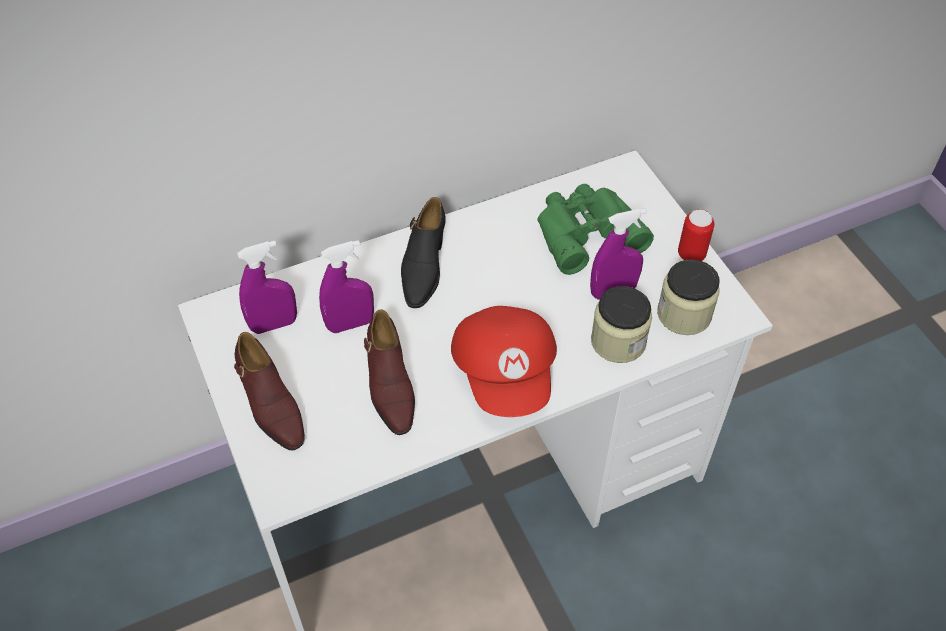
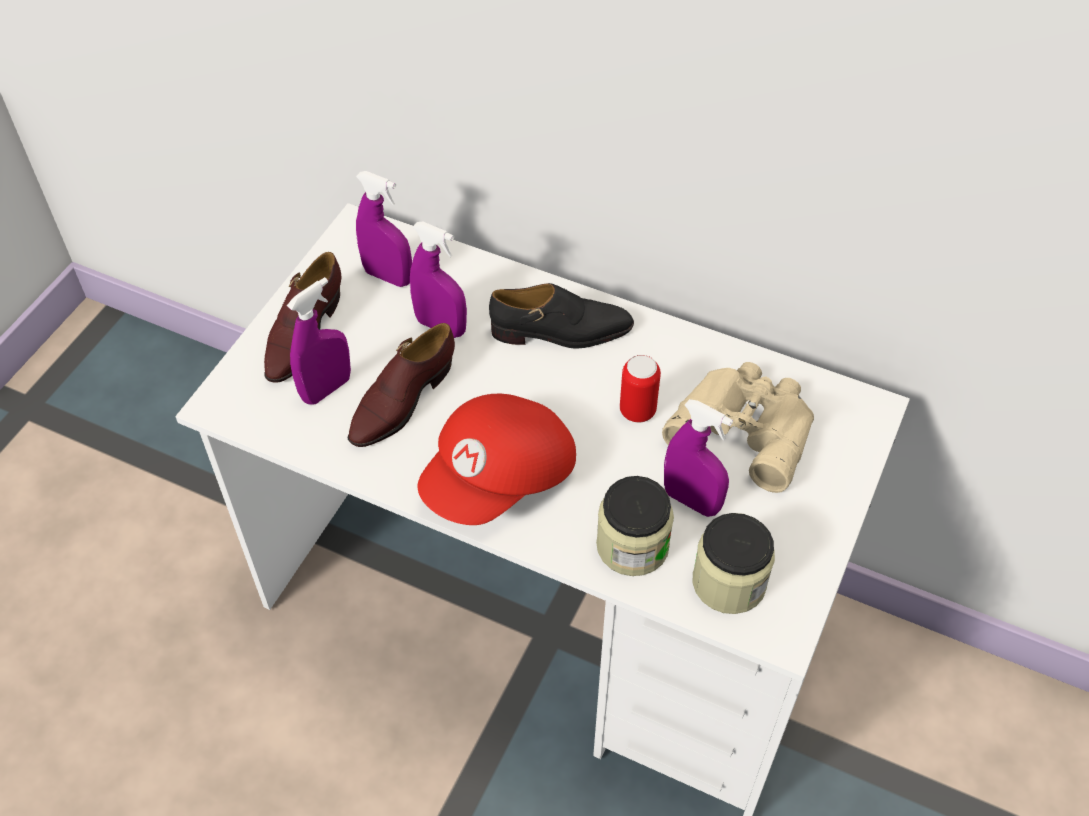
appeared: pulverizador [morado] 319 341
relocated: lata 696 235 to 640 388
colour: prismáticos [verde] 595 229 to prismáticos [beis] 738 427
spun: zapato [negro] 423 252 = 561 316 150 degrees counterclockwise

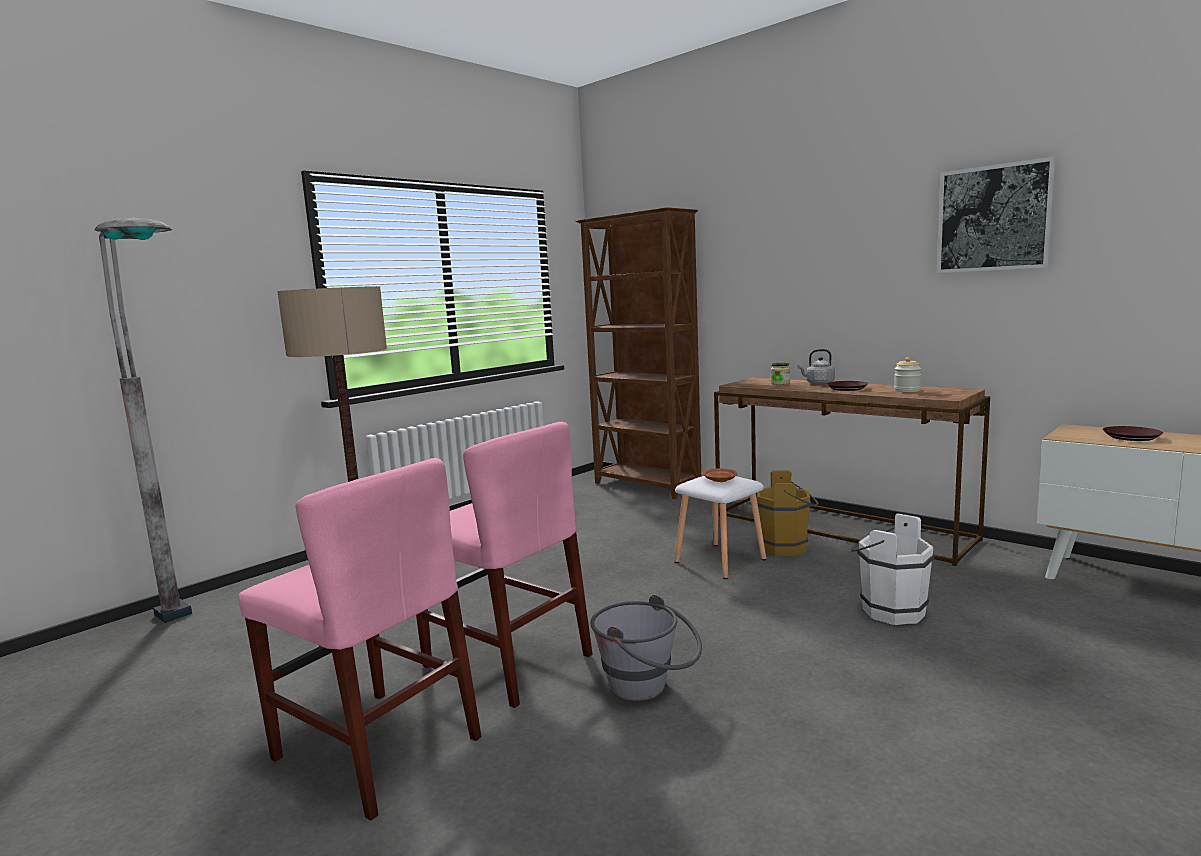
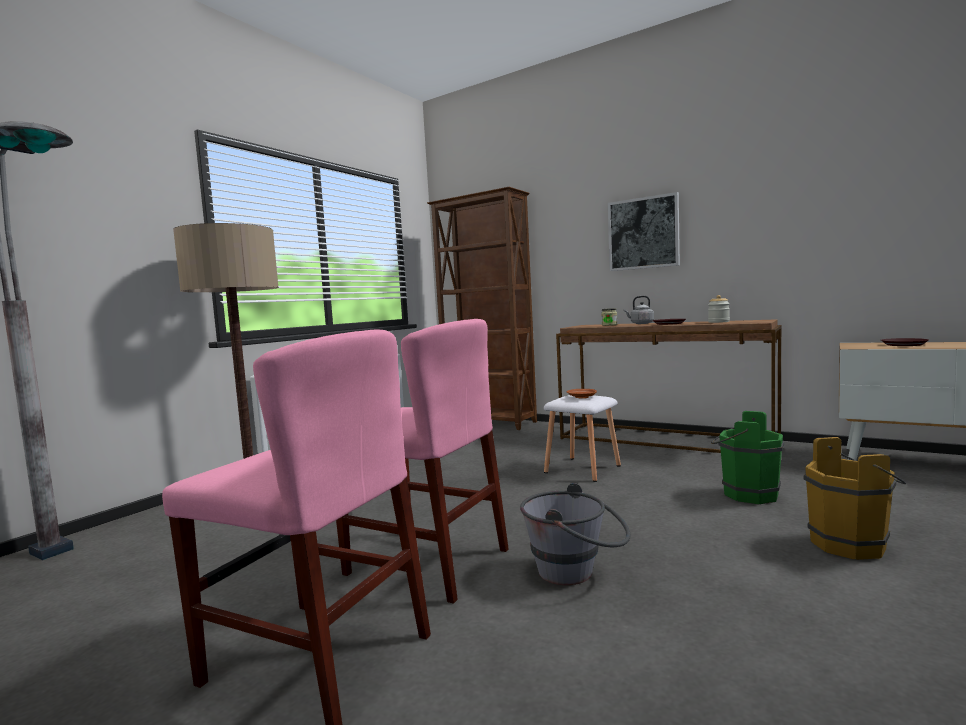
relocated: cubo [marrón] 787 513 to 855 498; cuadro 997 214 to 644 231
colour: cubo [blanco] 892 569 to cubo [verde] 747 457

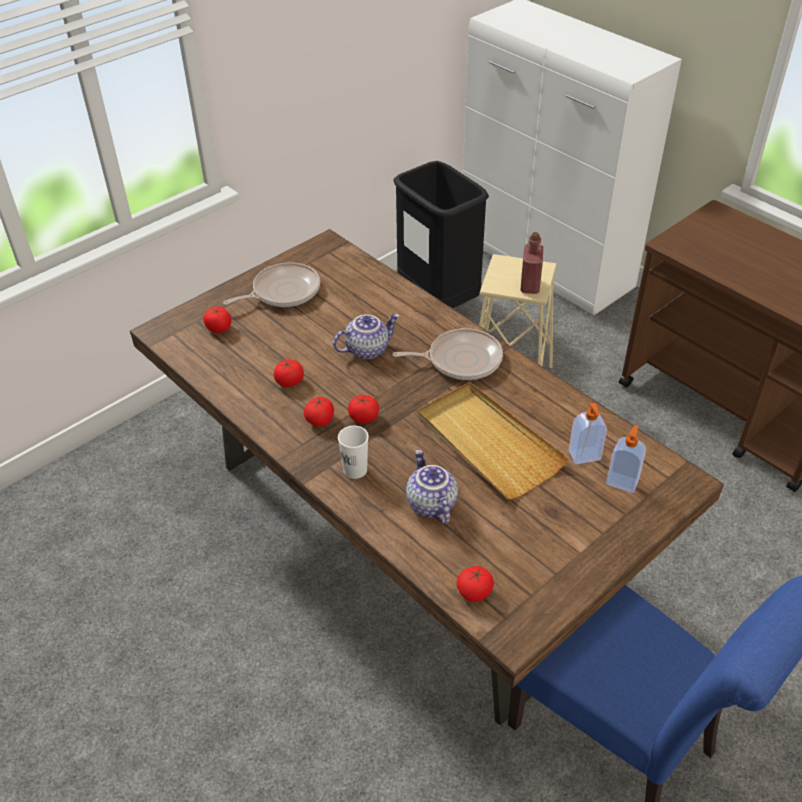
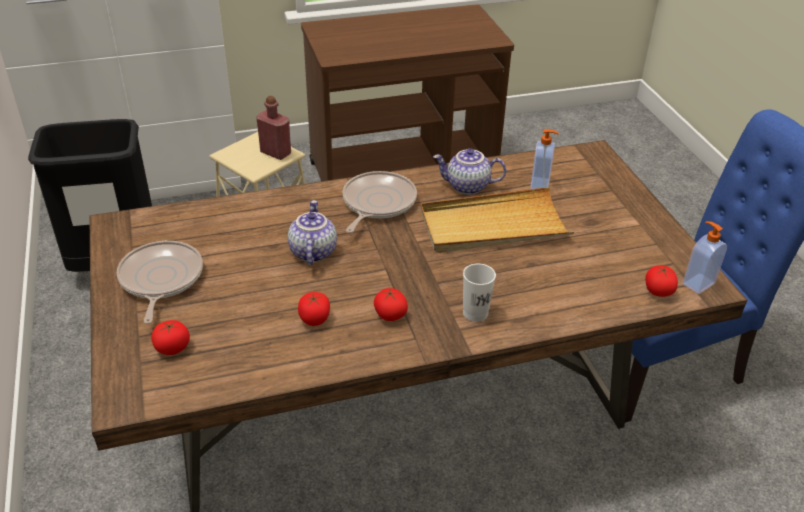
missing: tomate 363 409
relocated: tetera 432 486 to 469 171; dispensador de jabón 626 459 to 705 257

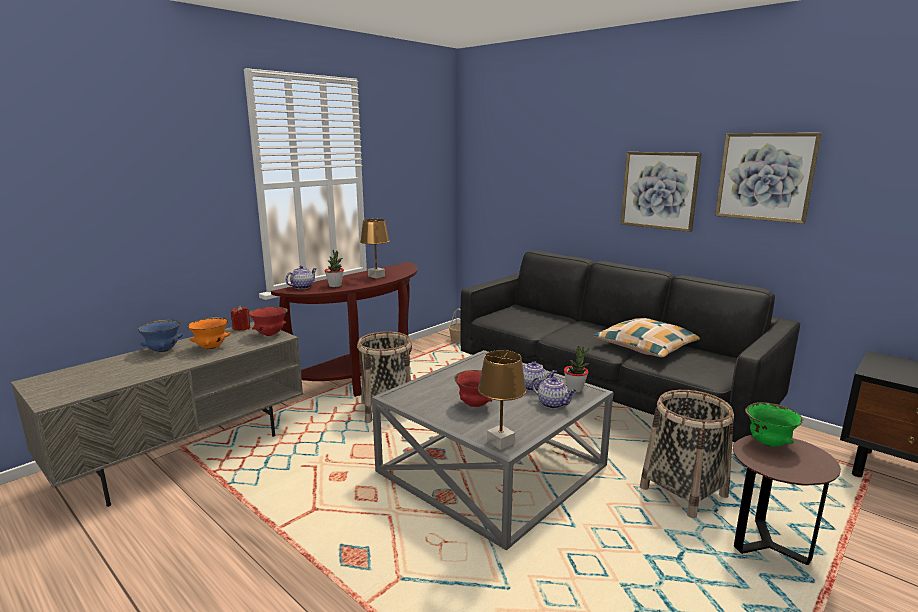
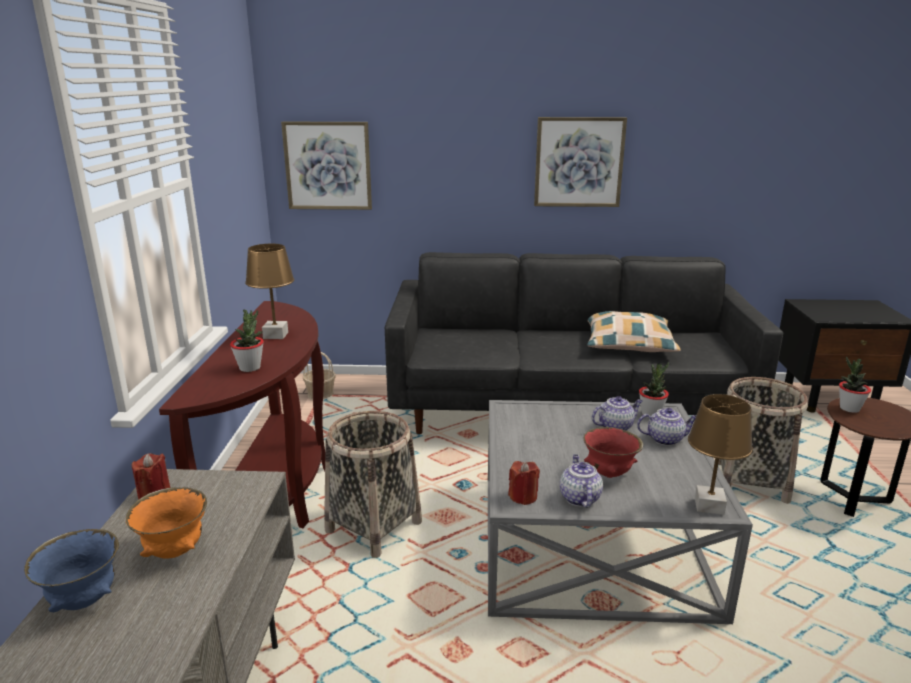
missing: cuenco [rojo] 268 321
appeared: vela [rojo] 524 483
relocated: tetera 301 277 to 581 481; cuadro 768 178 to 326 166
exchanged: cuenco [verde] 774 424 to planta en maceta 855 385

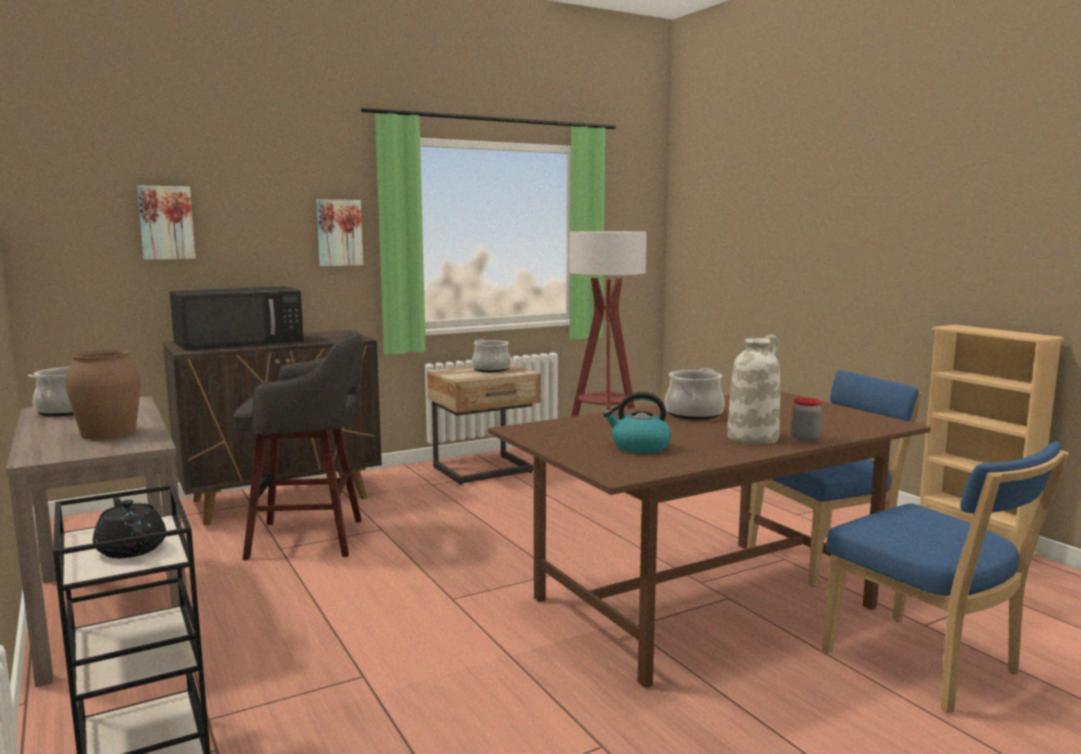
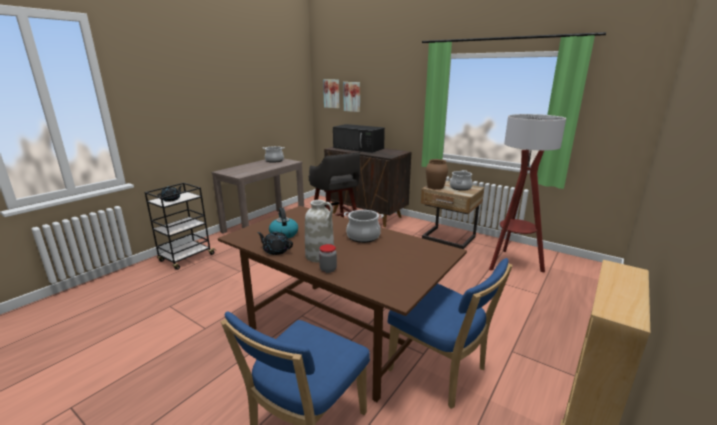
appeared: tetera [negro] 275 243
relocated: florero [marrón] 103 394 to 437 174; cuadro 340 232 to 331 93

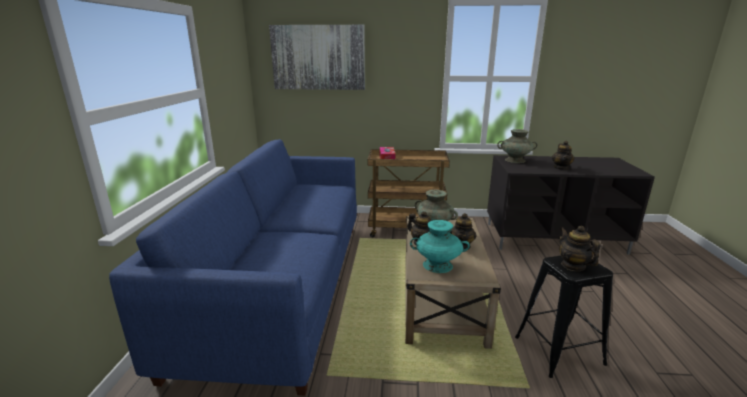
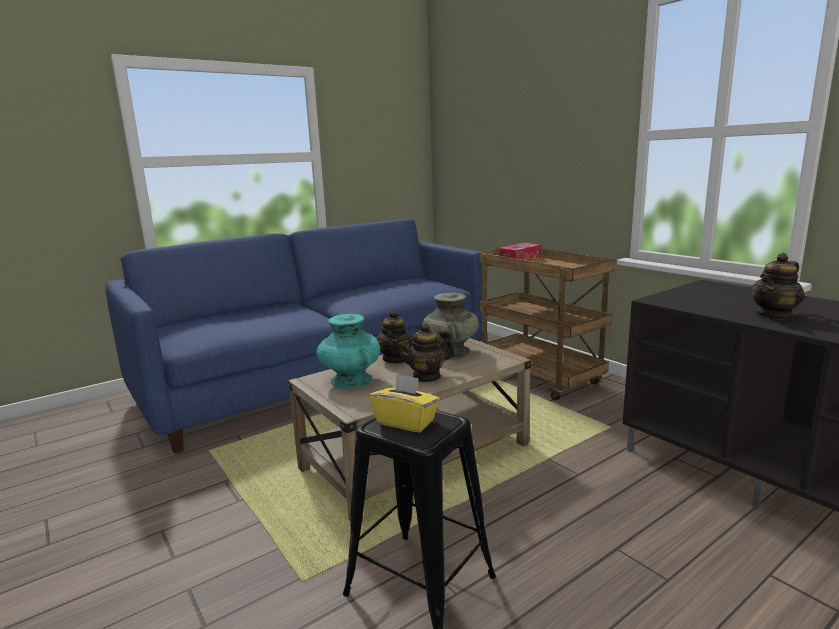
missing: cuadro 317 57; florero [turquesa] 517 146
exchanged: tetera 580 248 to caja de pañuelos [amarillo] 404 403

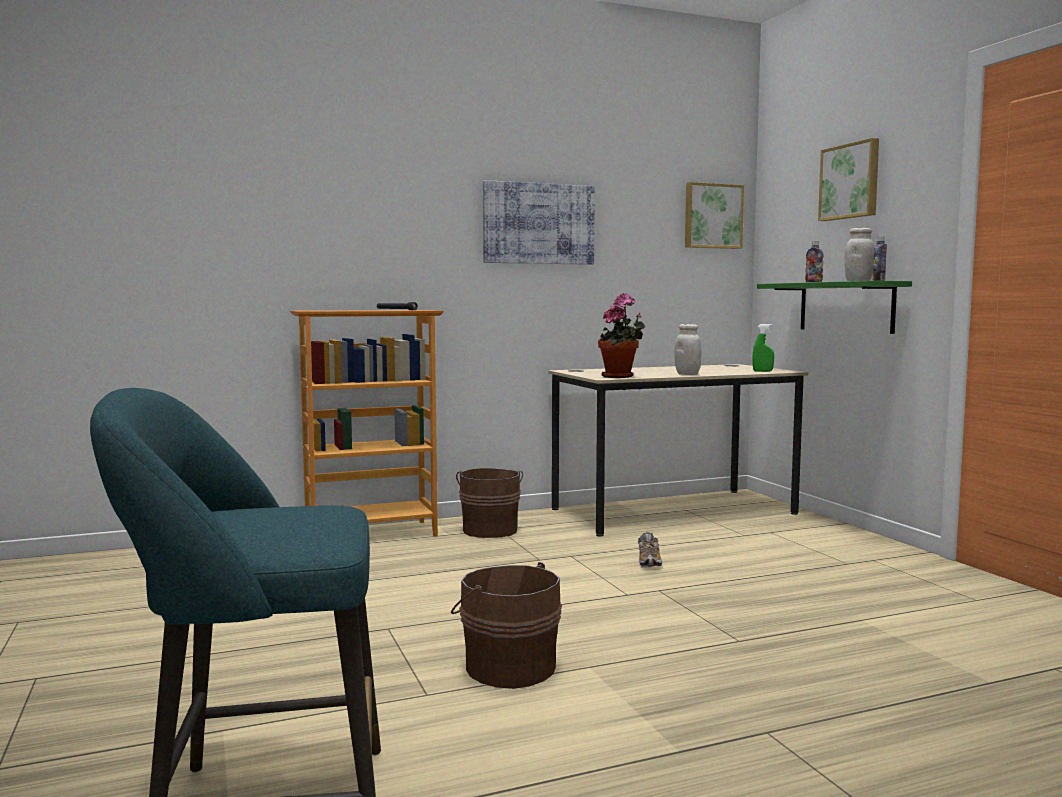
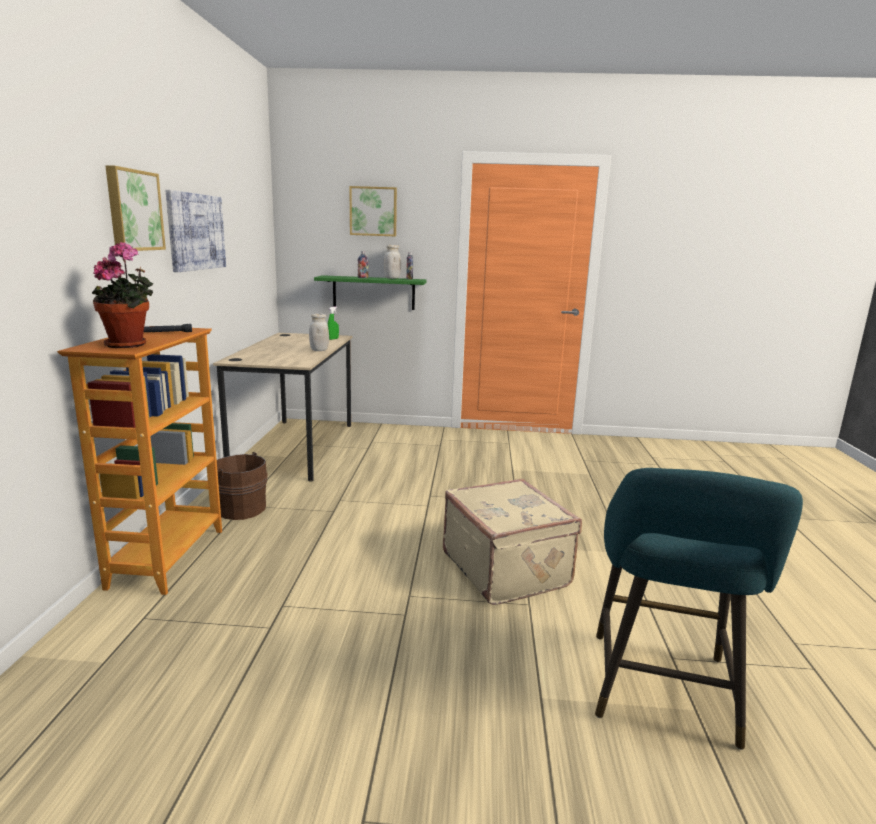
missing: zapato 650 550
relocated: planta en maceta 621 335 to 123 295; cuadro 714 215 to 135 208
exchanged: cubo [marrón] 506 625 to maleta [beis] 512 542

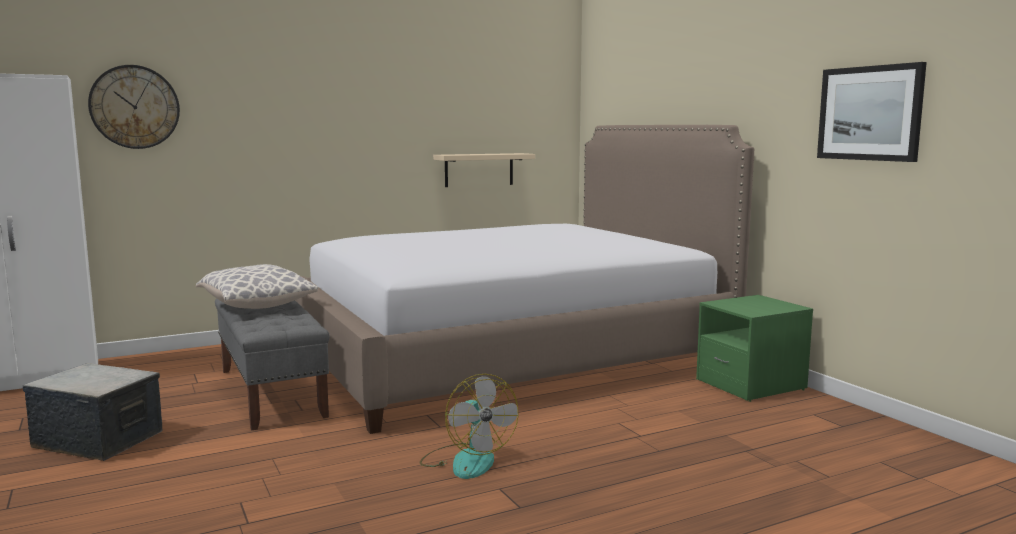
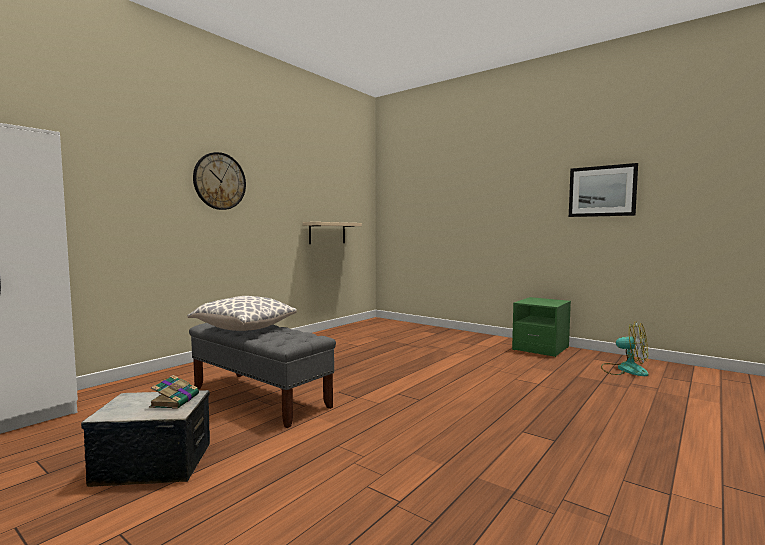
missing: cama 524 279
appeared: libro 174 392
relocated: reloj de pared 134 107 to 219 181; ventilador 469 426 to 625 348

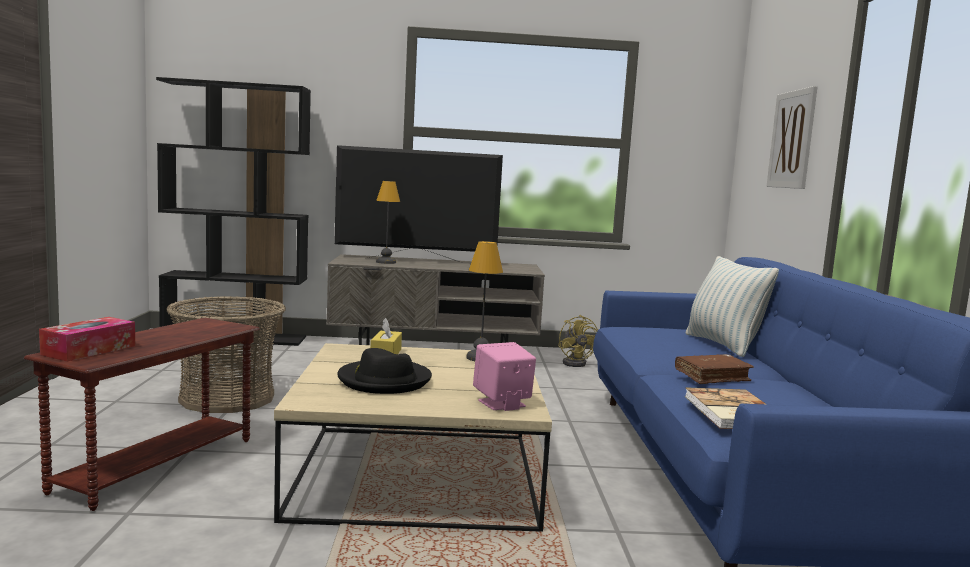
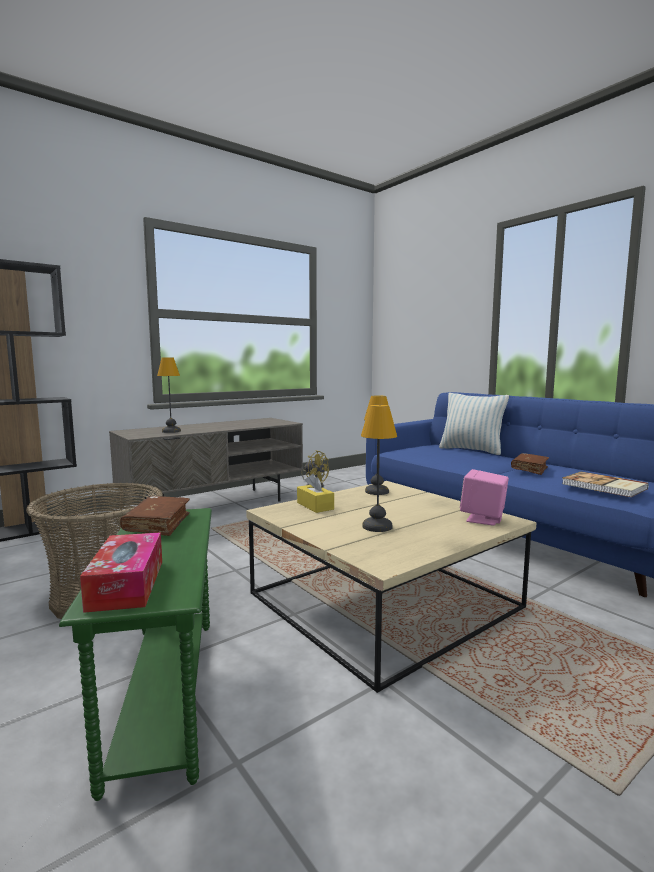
missing: televisor 418 203; cuadro 792 137
appeared: libro [marrón] 155 516
exchanged: sombrero [negro] 384 371 to lámpara de mesa 379 468
colour: mesa auxiliar [marrón] 142 414 to mesa auxiliar [verde] 135 654

